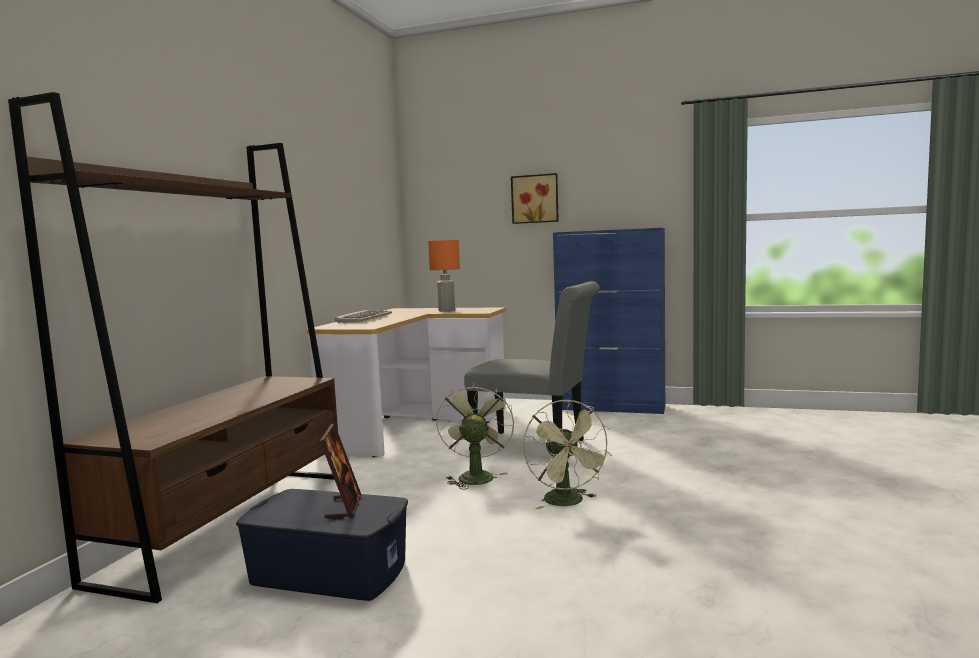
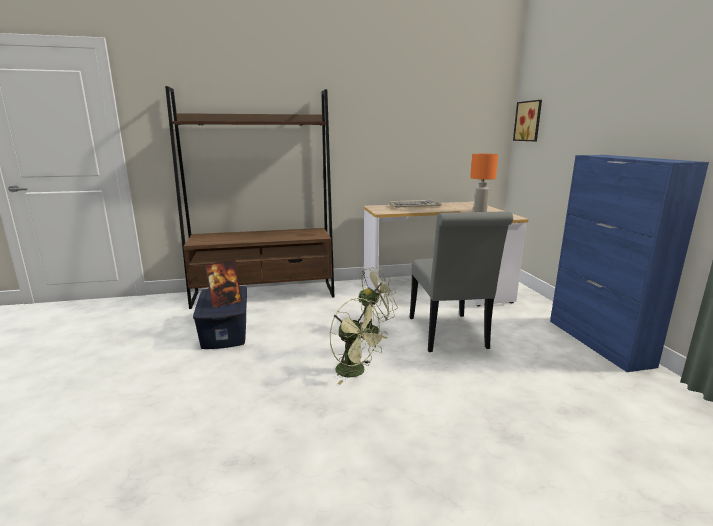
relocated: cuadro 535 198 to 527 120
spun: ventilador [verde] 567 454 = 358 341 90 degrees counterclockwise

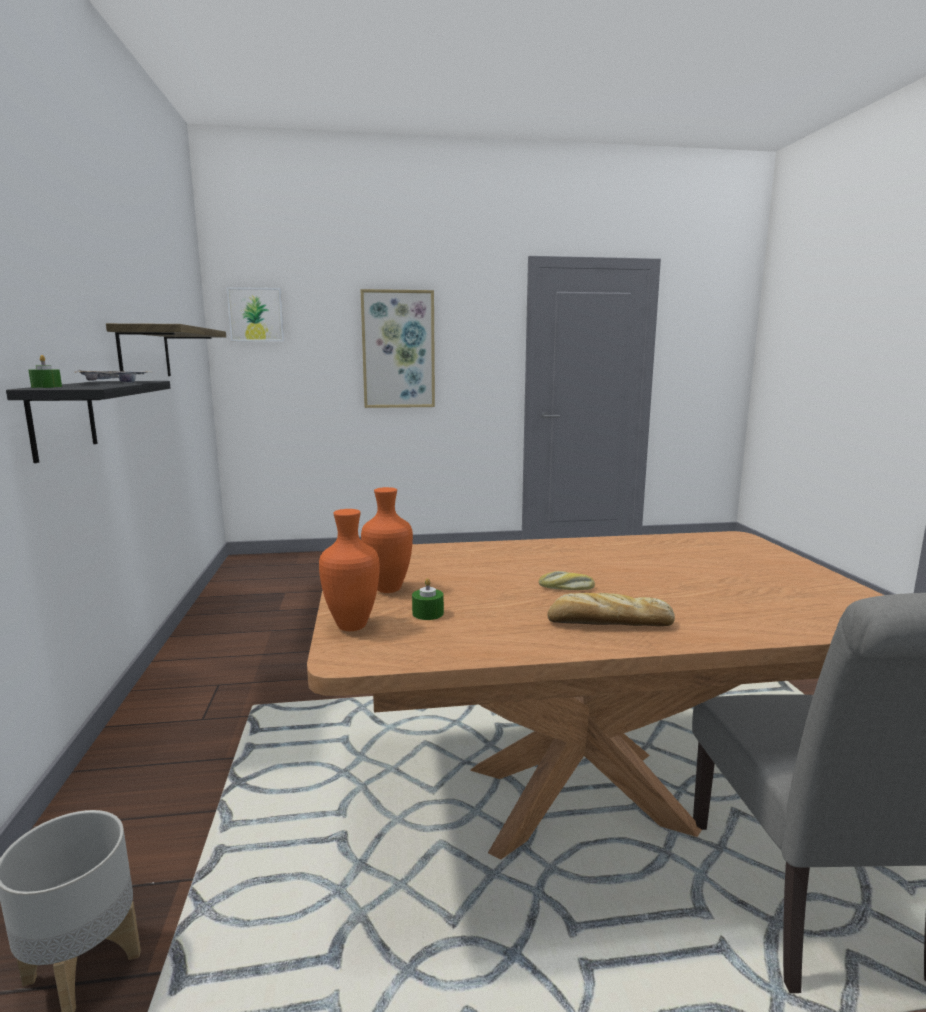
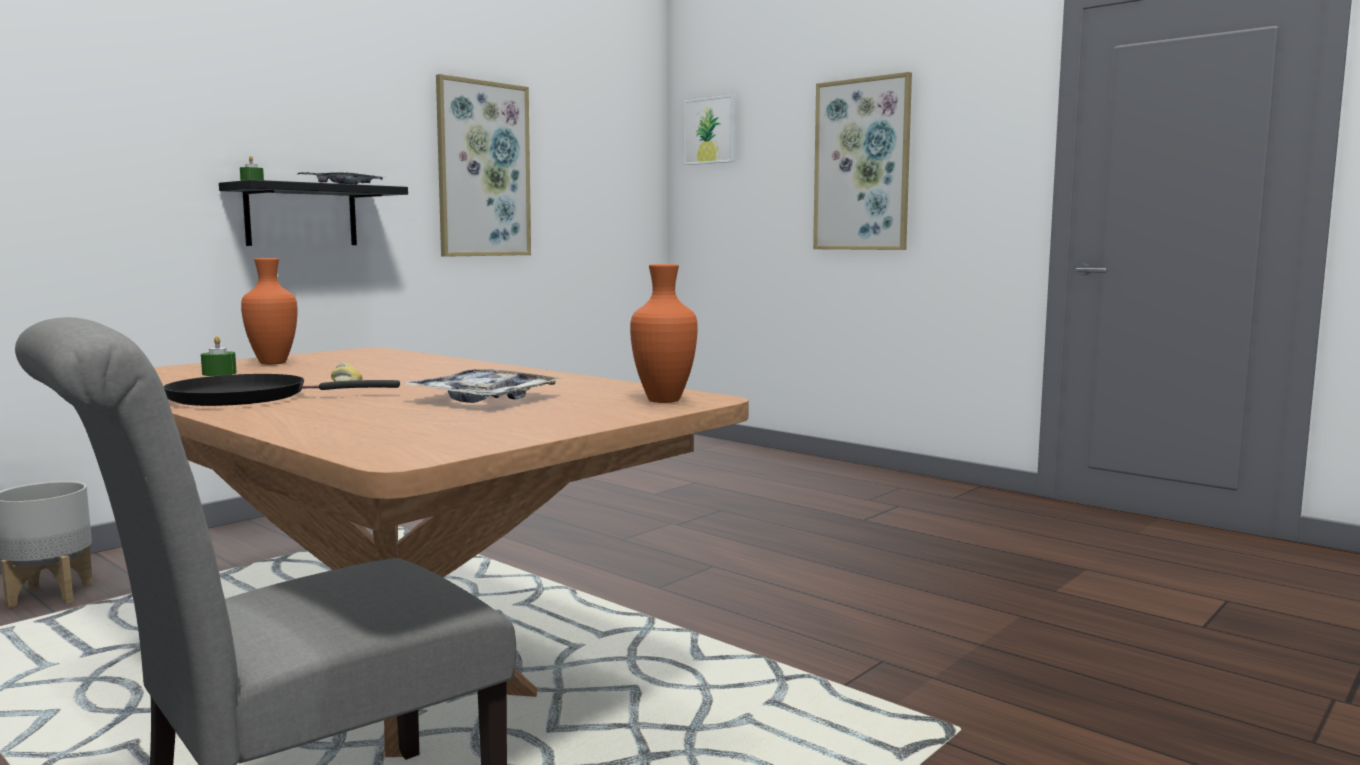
appeared: bandeja 483 386
relocated: florero [naranja] 349 570 to 664 333
exchanged: estante 166 349 to cuadro 483 165; pan 611 609 to sartén [negro] 281 390

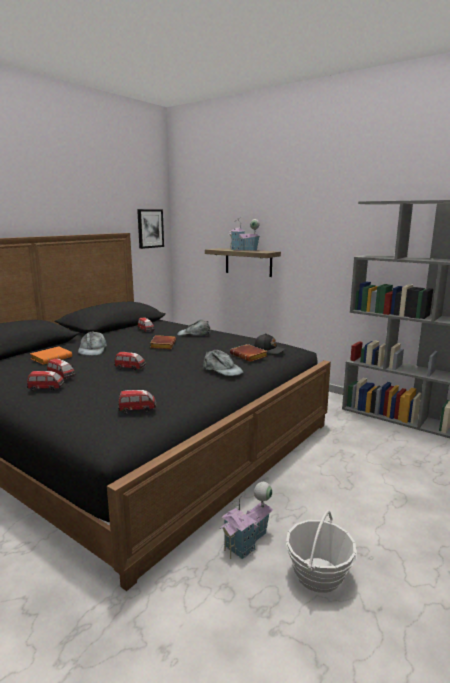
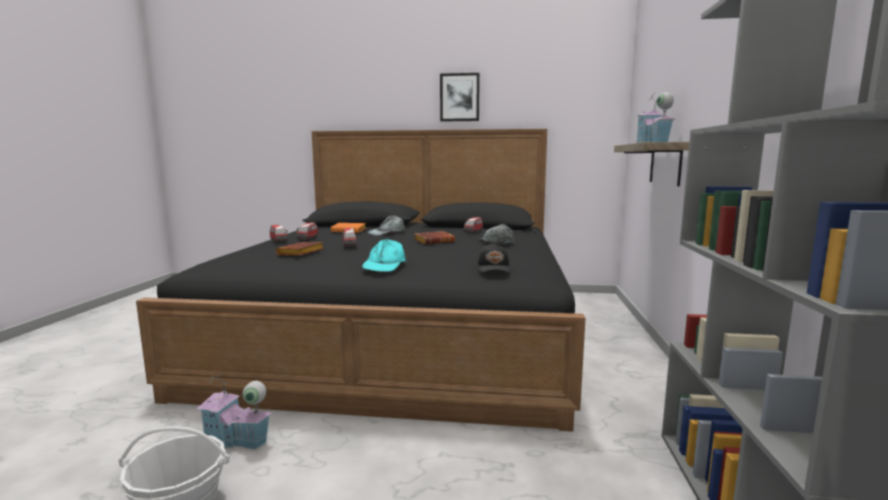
missing: coche de juguete 137 402
relocated: cuadro 150 229 to 460 97; libro [marrón] 249 353 to 300 249
colour: gorra [gris] 223 363 to gorra [turquesa] 384 255

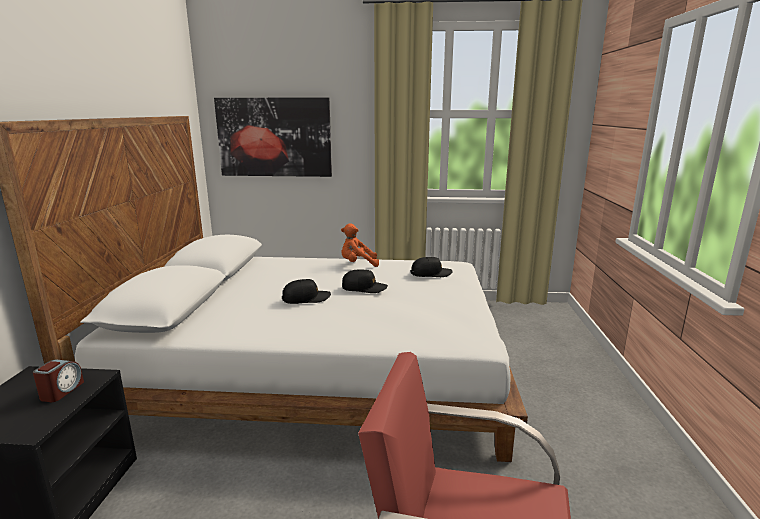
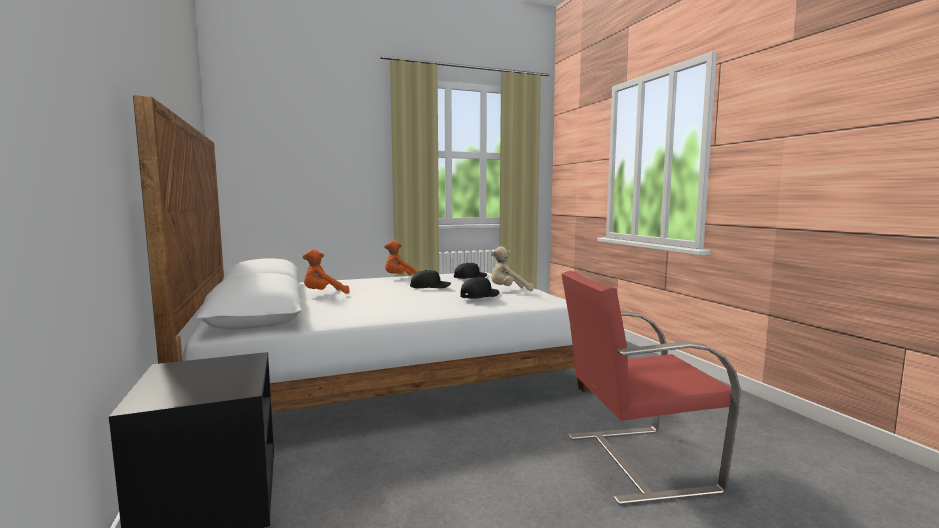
missing: despertador 58 380; cuadro 273 137
appeared: peluche [naranja] 326 271; peluche [beis] 512 268
relocated: gorra [negro] 306 291 to 480 288

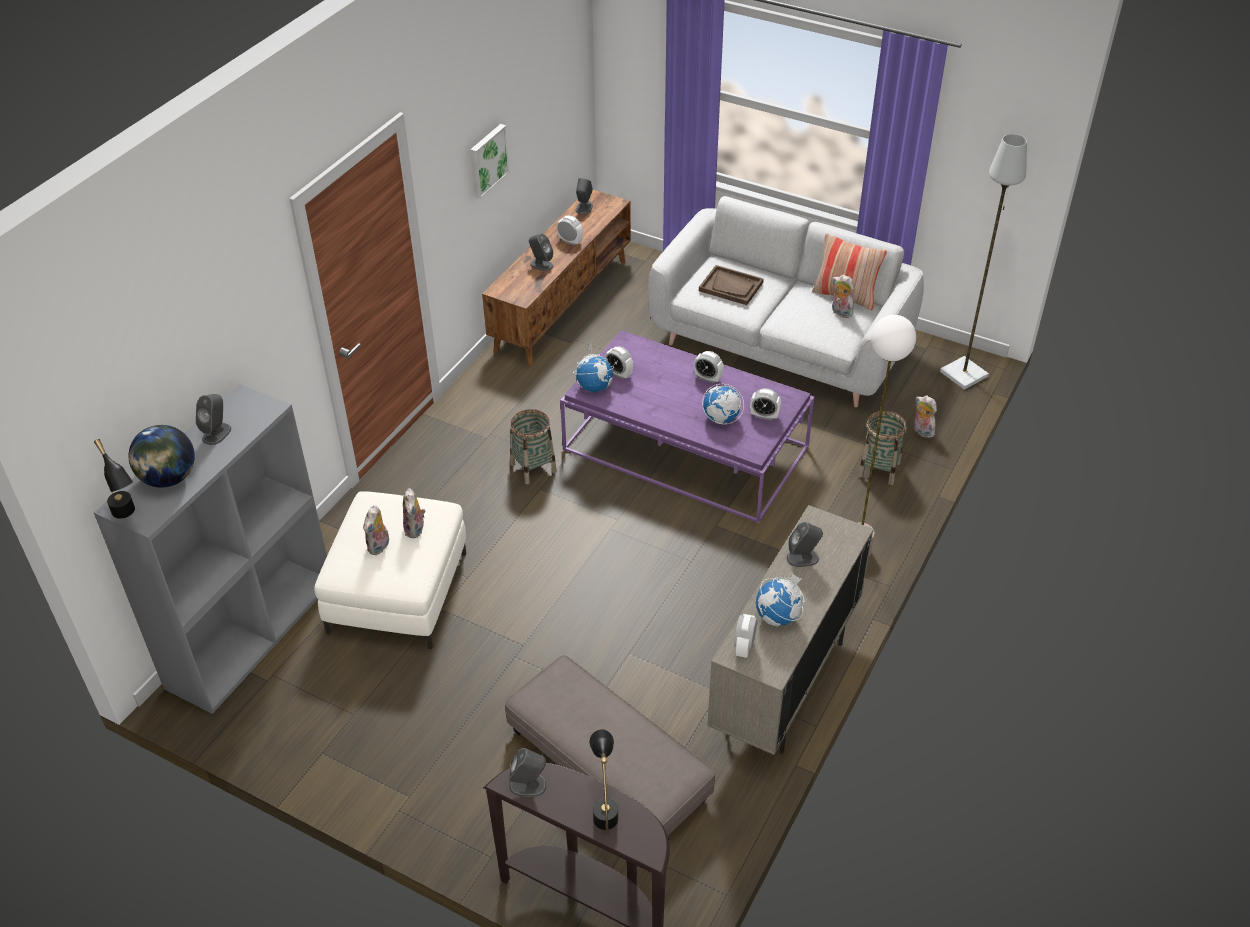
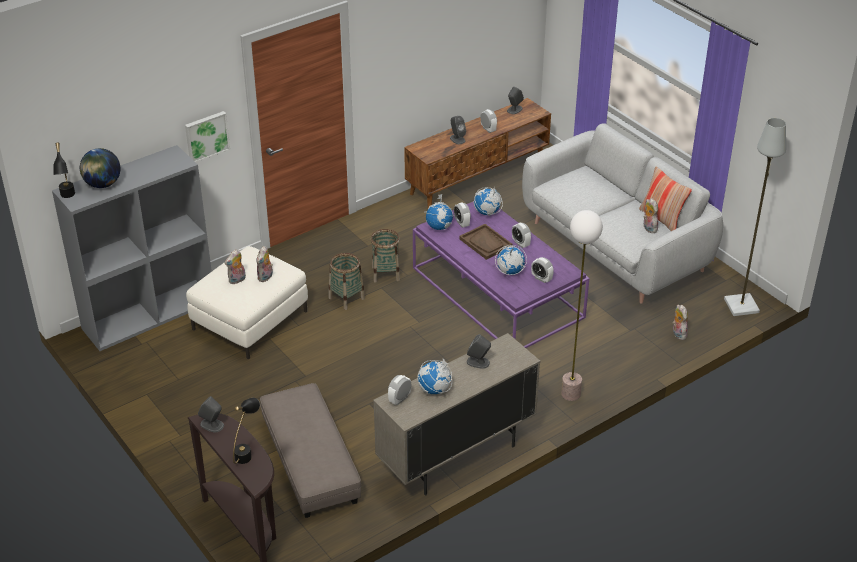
missing: altavoz [gris] 213 419
appeared: globo terráqueo 488 201
relocated: cuadro 490 161 to 207 136; bandeja [marrón] 731 285 to 485 242; cesta 882 448 to 347 281

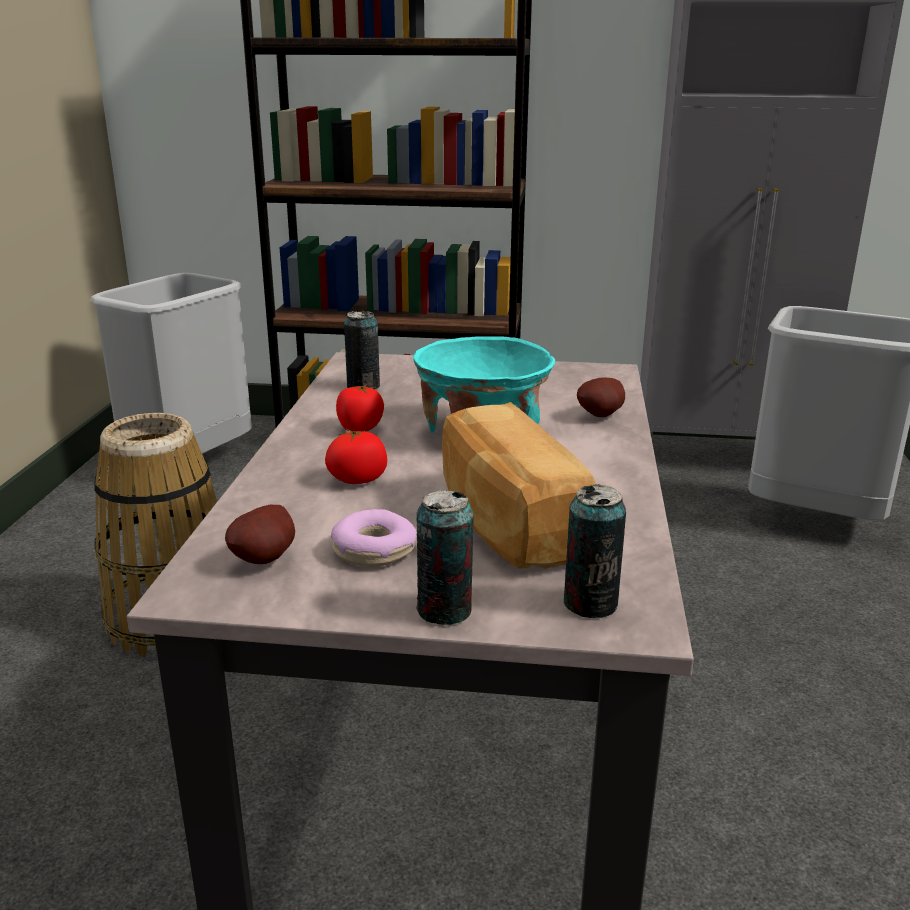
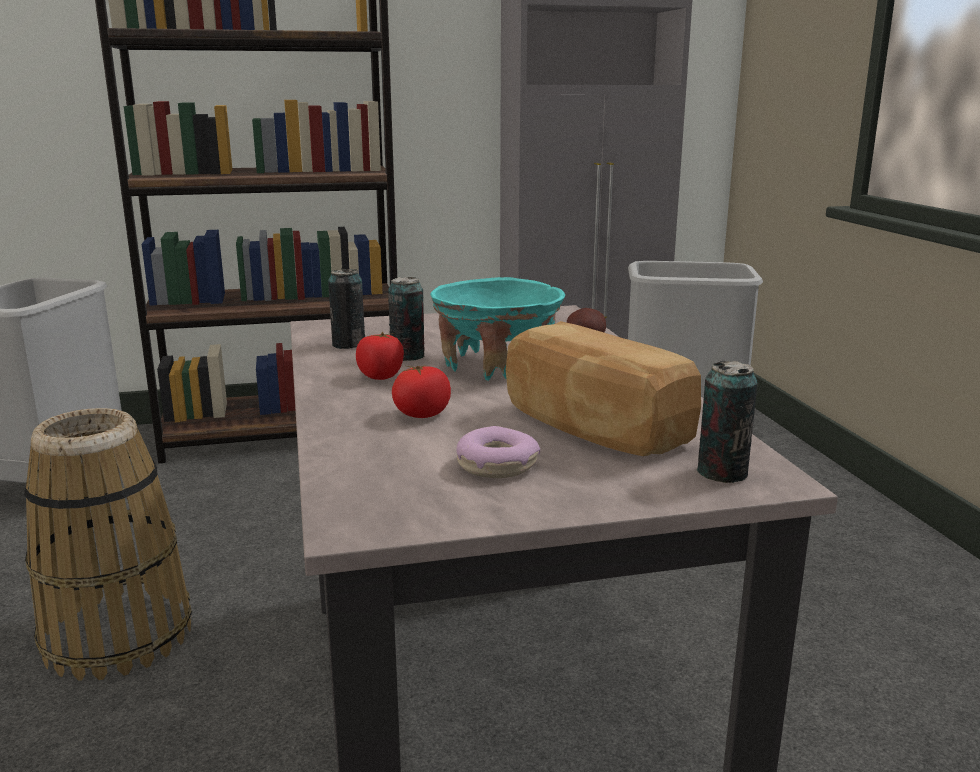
missing: patata 260 534
relocated: lata 444 557 to 406 319

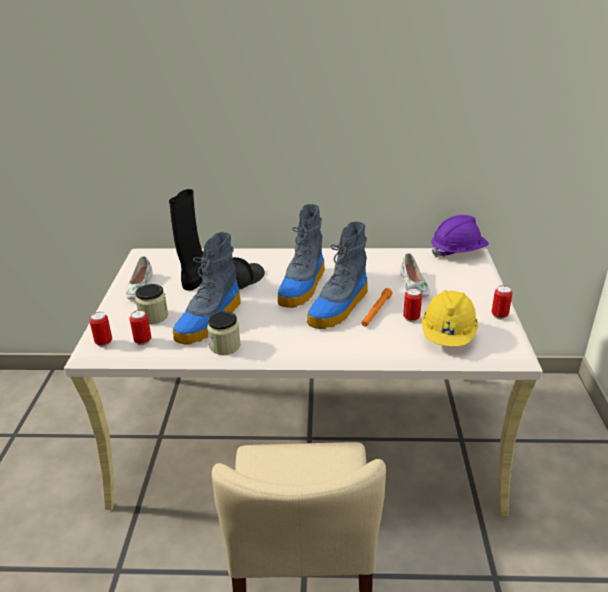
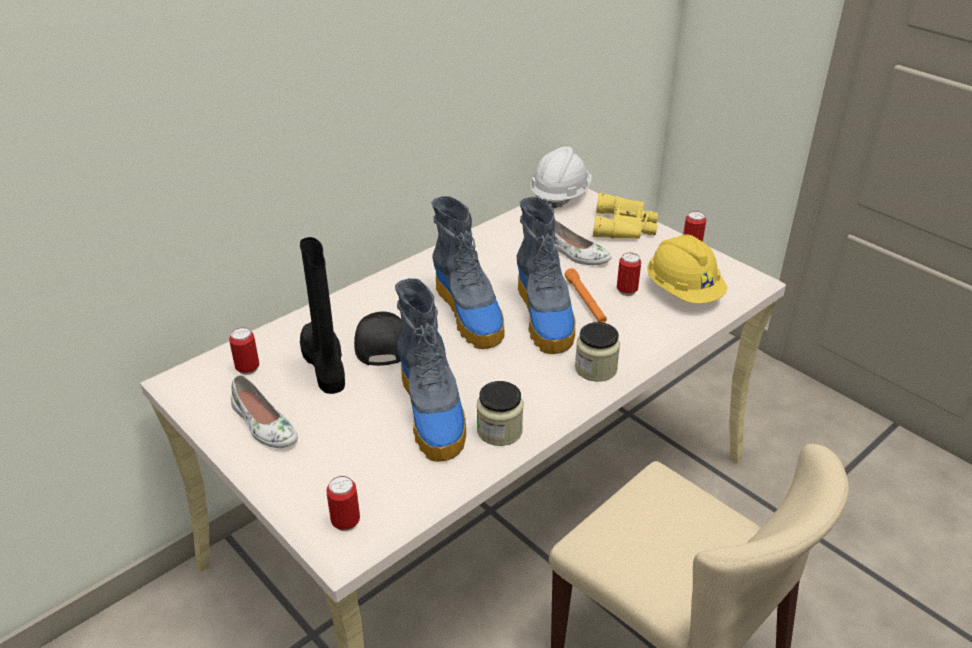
appeared: prismáticos [amarillo] 625 216
relocated: lata 140 327 to 244 351; tarro 151 304 to 597 352
colour: casco [morado] 460 236 to casco [blanco] 561 178

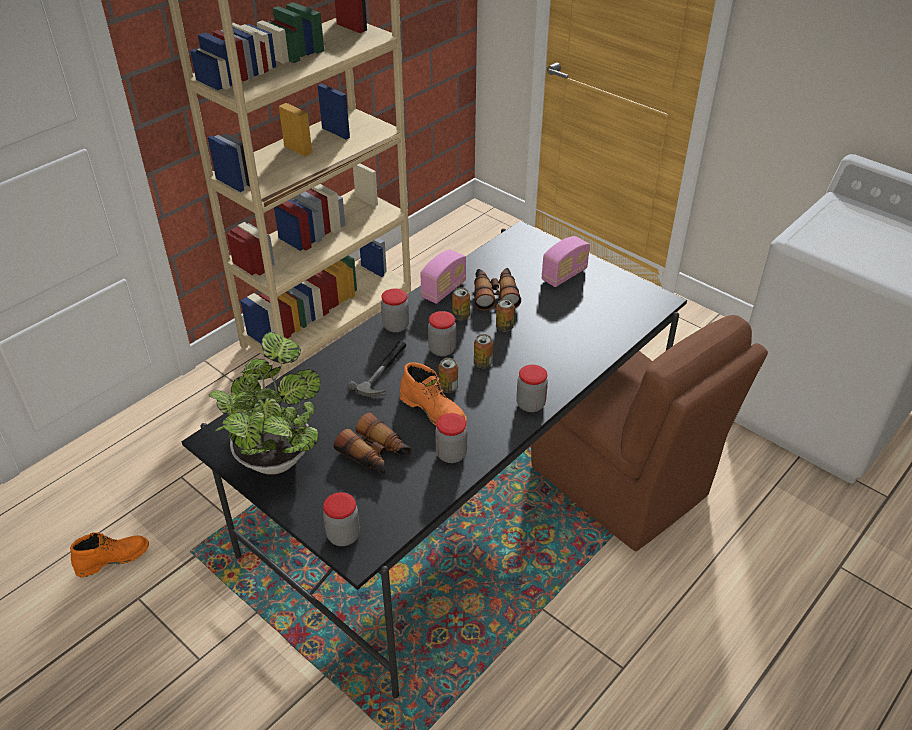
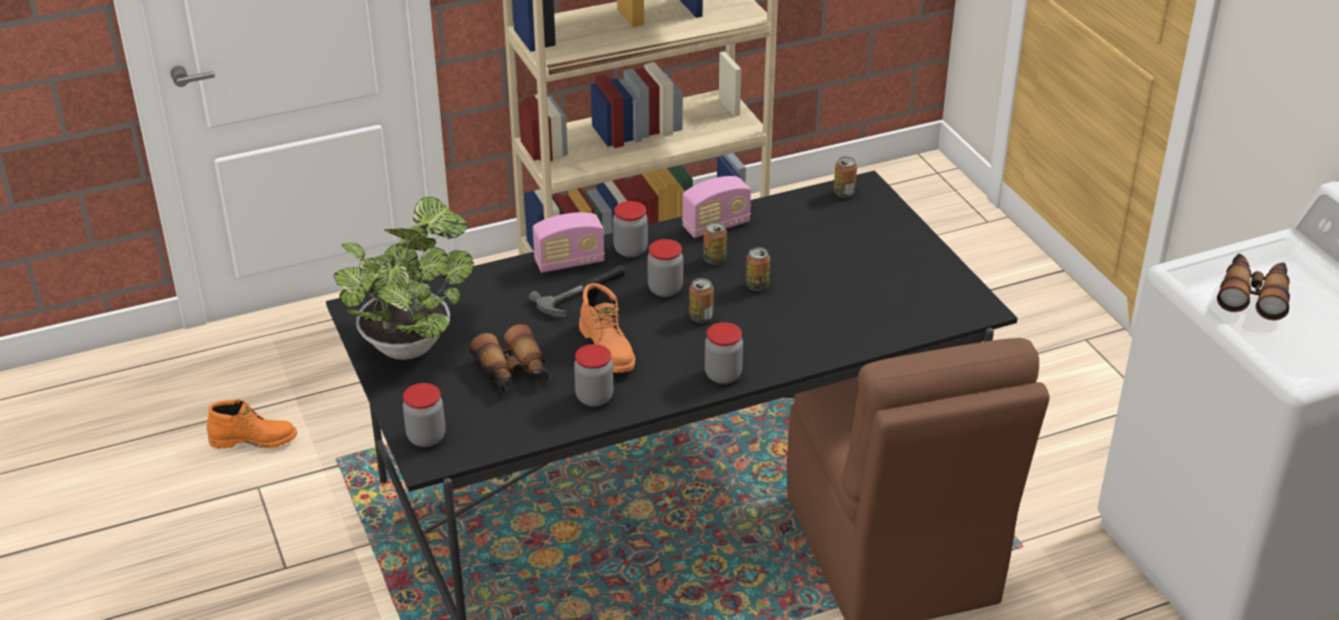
relocated: lata 448 375 to 845 177; prismáticos 497 289 to 1253 287; radio 566 261 to 569 242

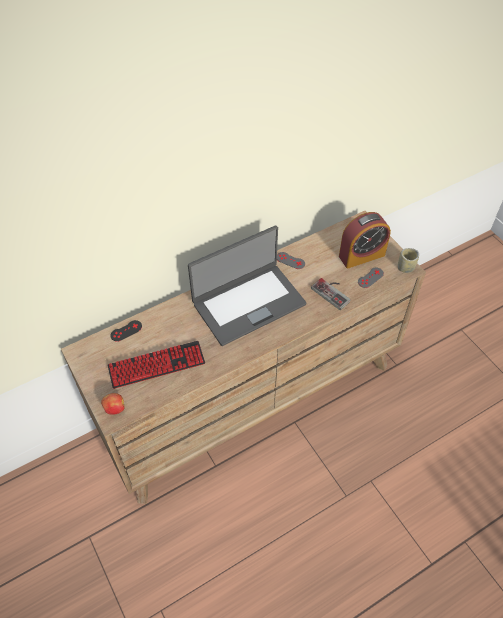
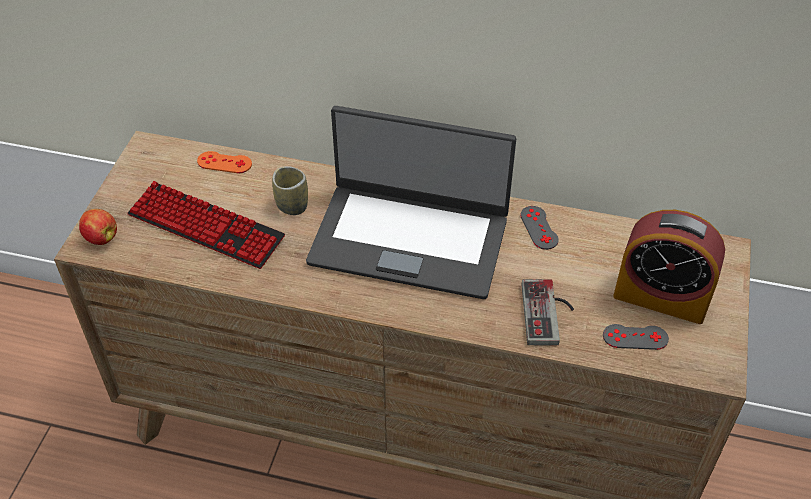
relocated: taza 408 260 to 290 190
colour: mando de consola [negro] 126 331 to mando de consola [naranja] 224 162

